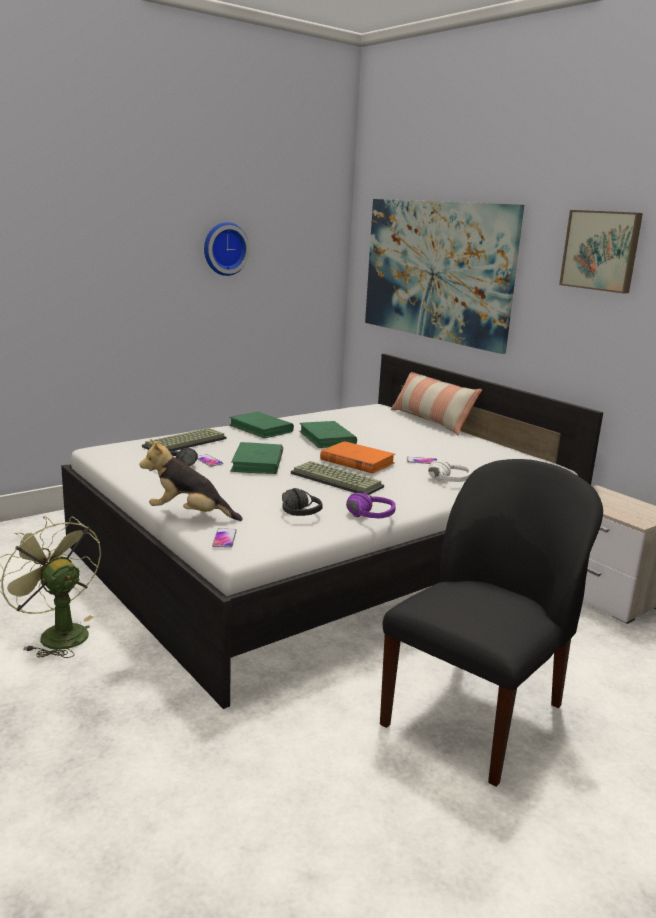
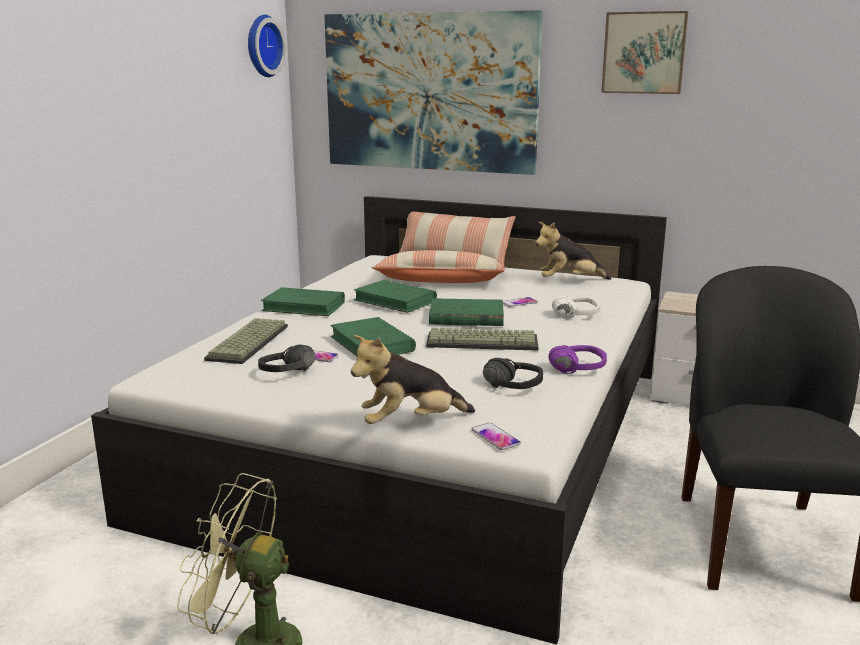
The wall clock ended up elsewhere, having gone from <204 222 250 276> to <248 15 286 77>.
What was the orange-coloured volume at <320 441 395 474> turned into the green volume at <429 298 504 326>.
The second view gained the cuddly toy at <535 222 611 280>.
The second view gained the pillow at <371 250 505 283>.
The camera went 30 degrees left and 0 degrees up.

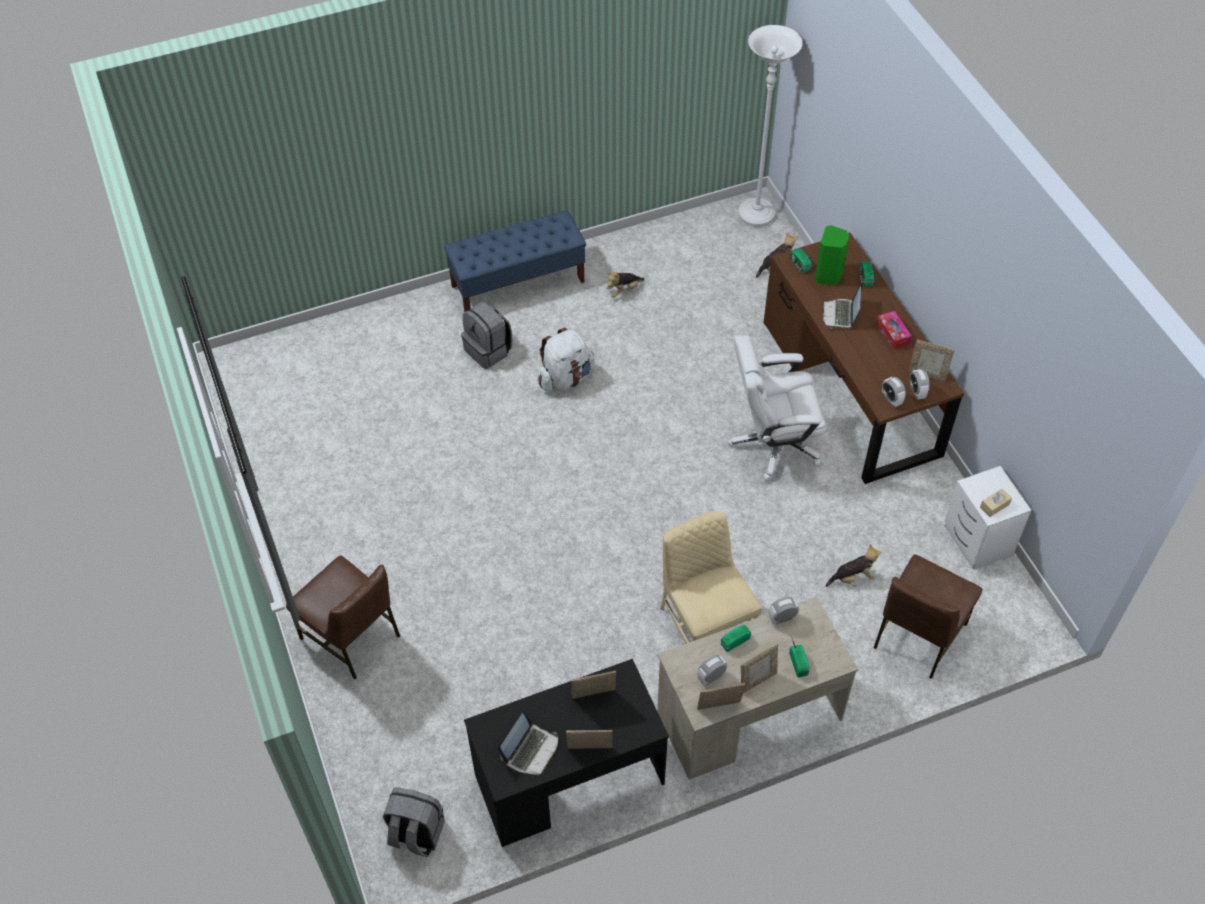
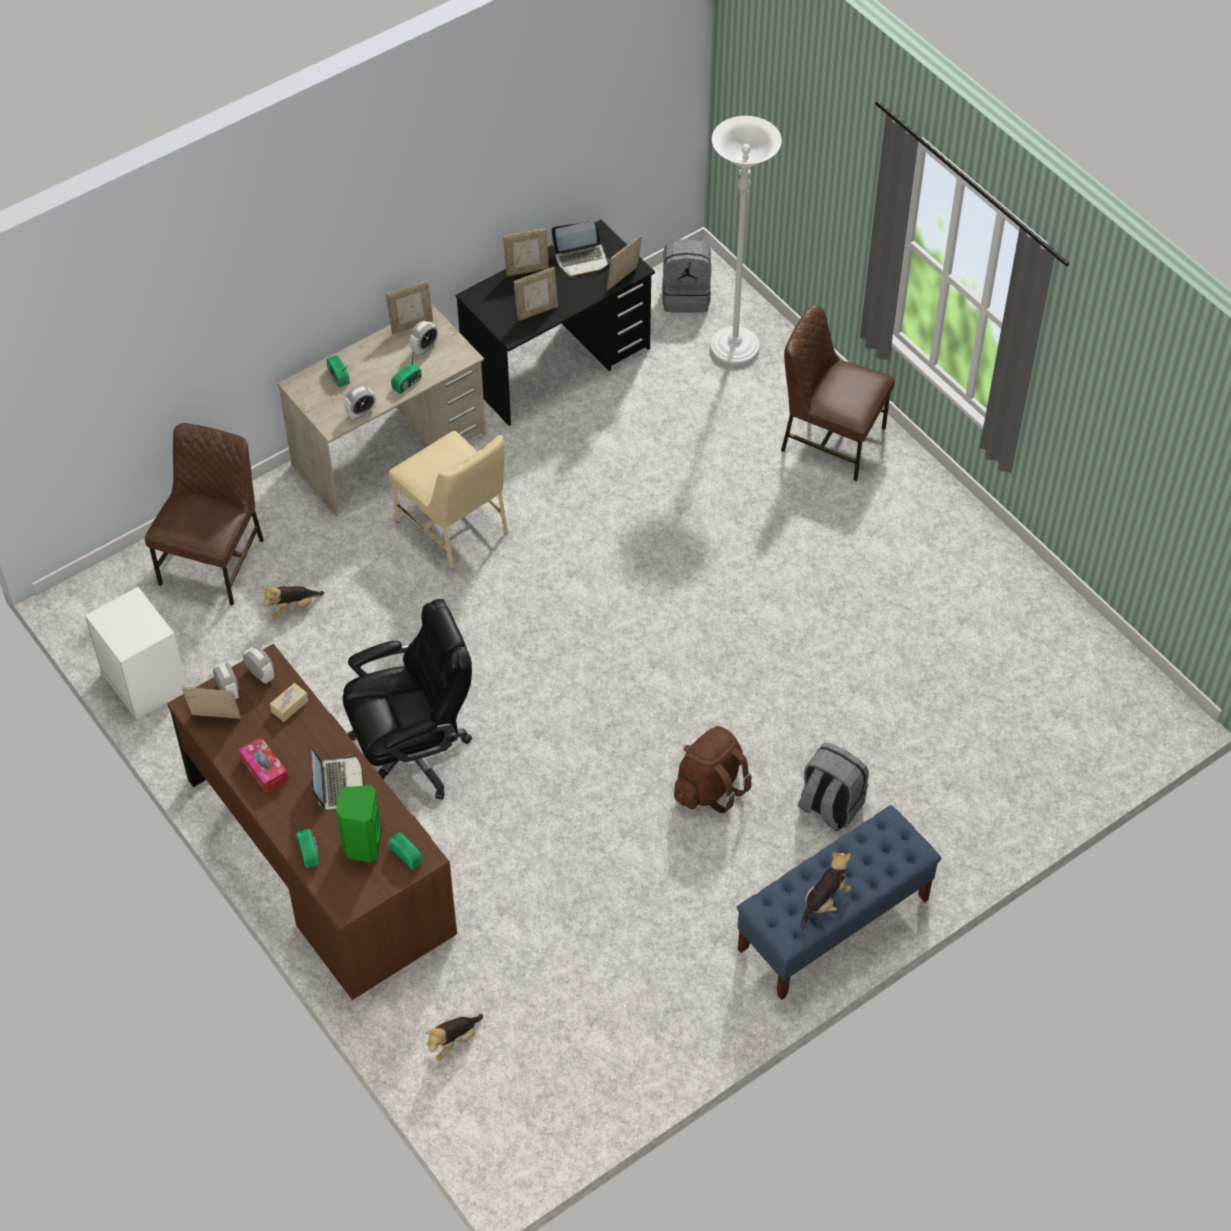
The white-coloured floor lamp ended up elsewhere, having gone from <738 25 803 227> to <710 116 782 366>.
The cuddly toy ended up elsewhere, having gone from <606 272 644 298> to <801 852 851 929>.
What was the white-coloured backpack at <537 328 595 392> turned into the brown-coloured backpack at <674 726 752 814>.
What was the white-coloured desk chair at <727 335 826 481> turned into the black desk chair at <343 599 472 800>.
The sand-coloured tissue holder ended up elsewhere, having gone from <980 489 1012 517> to <270 683 308 722>.
The standing frame ended up elsewhere, having gone from <741 644 778 693> to <607 235 642 290>.
The notebook computer at <498 713 558 775> ended up facing another way, 120 degrees counterclockwise from before.
The camera went 165 degrees right and 0 degrees up.

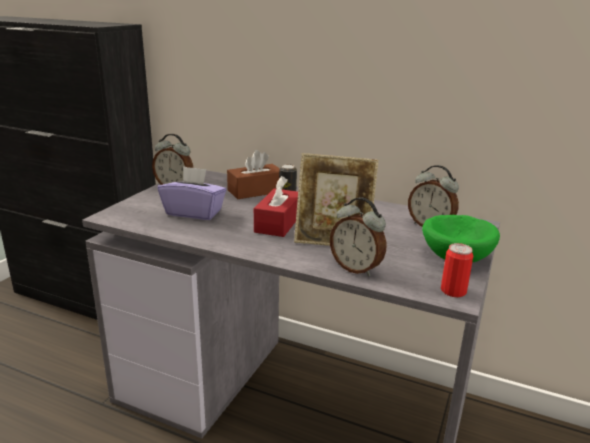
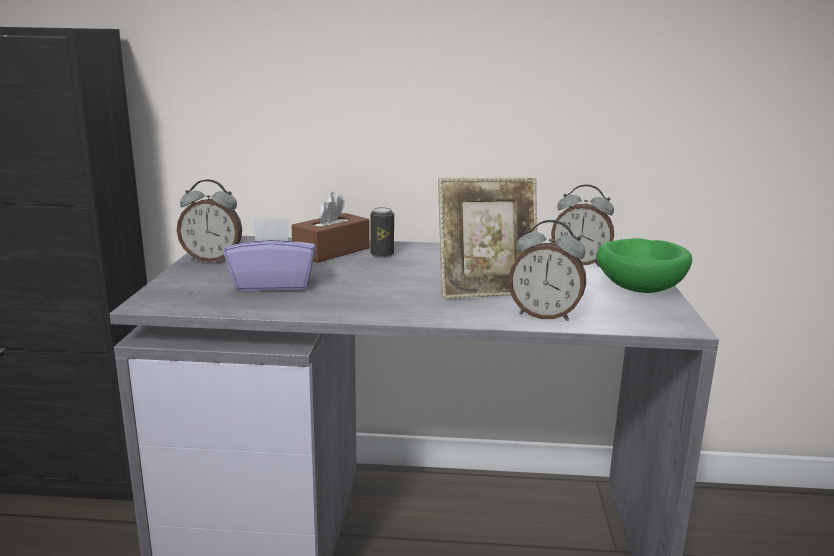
The second view lost the red-coloured tissue holder at <254 176 298 237>.
The second view lost the metal can at <441 243 473 297>.
The camera went 20 degrees left and 5 degrees down.

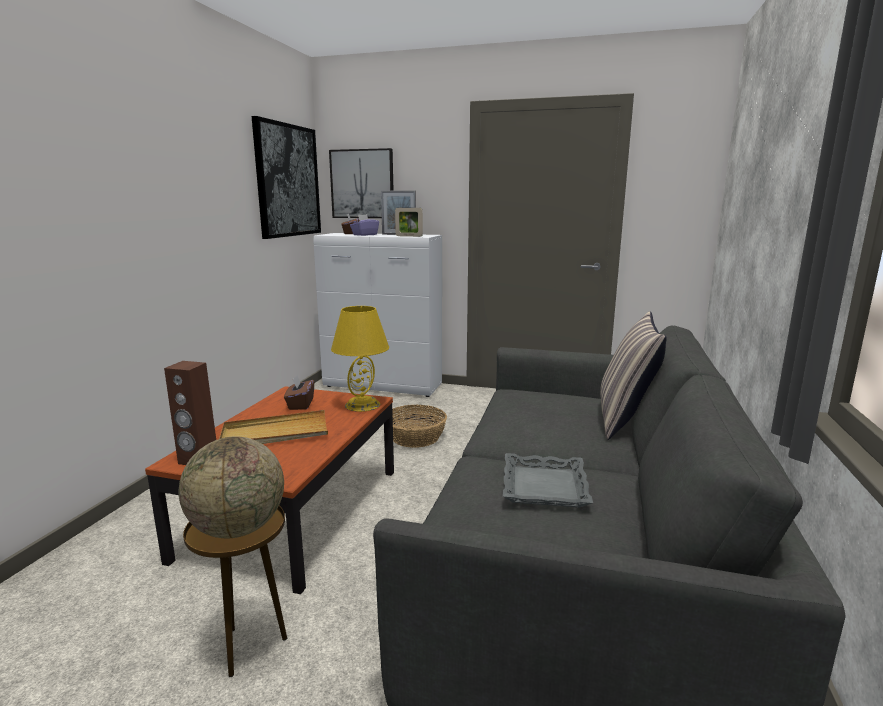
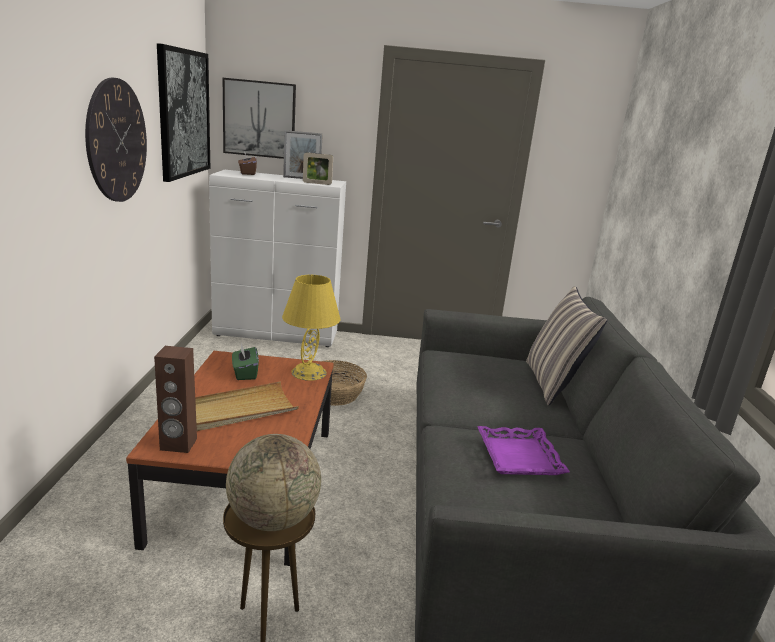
The second view lost the purplish tissue holder at <350 214 379 236>.
What was the brown-coloured tissue holder at <284 375 314 410> turned into the green tissue holder at <232 343 259 380>.
What was the grey carrying tray at <503 453 593 507> turned into the purplish carrying tray at <477 426 570 475>.
The second view gained the wall clock at <85 78 147 202>.
The camera went 15 degrees left and 5 degrees up.

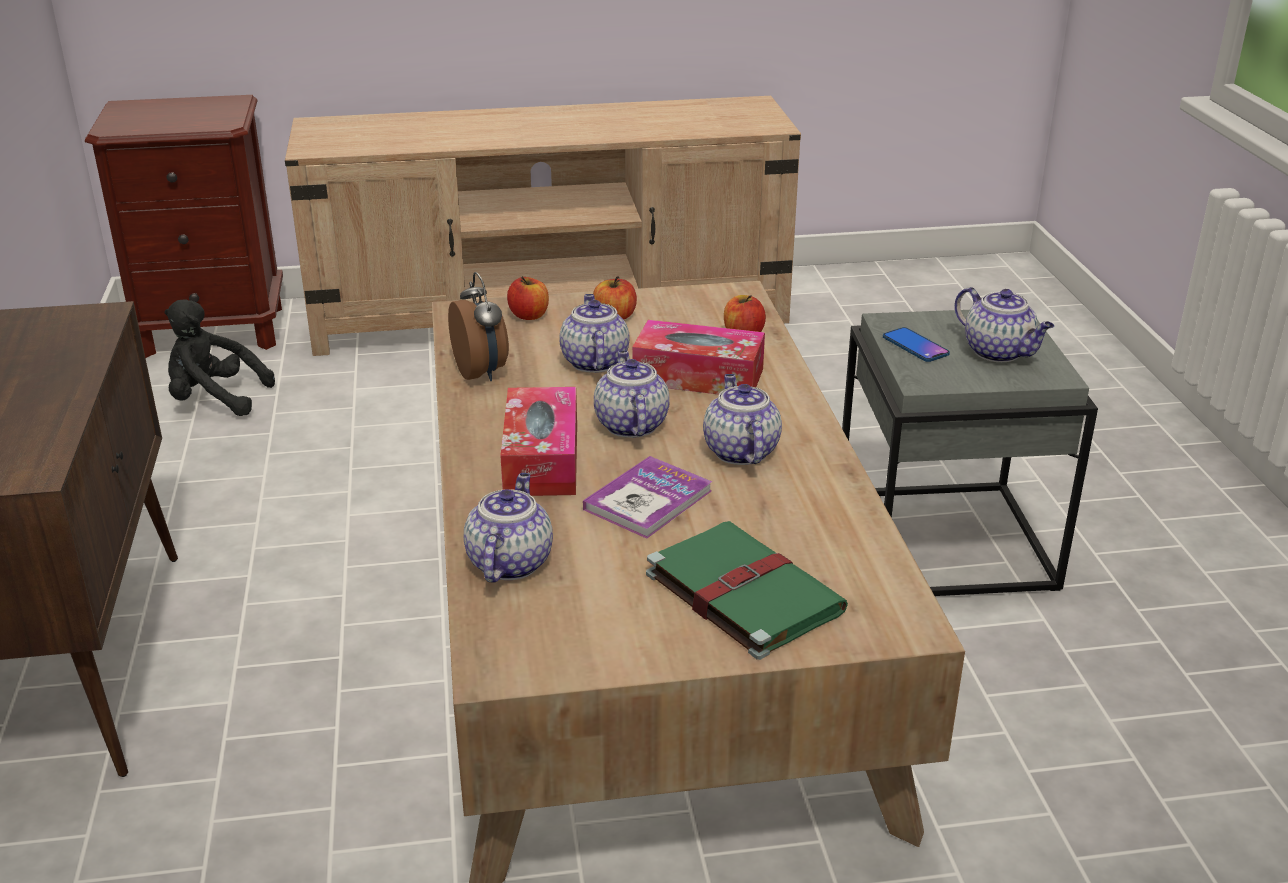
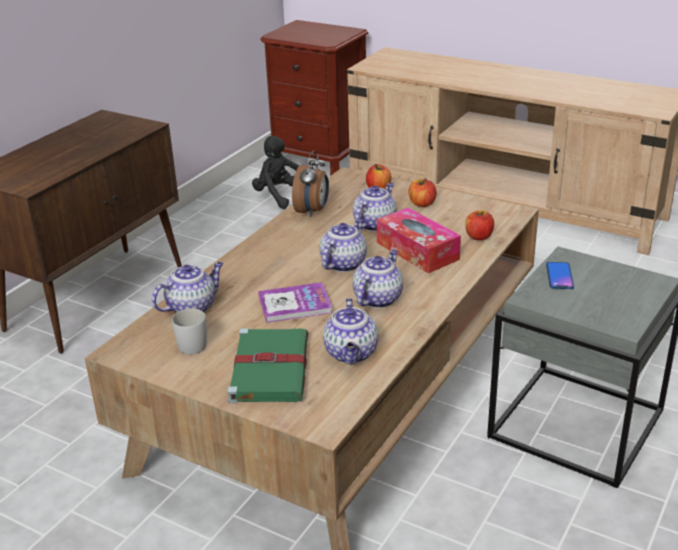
The teapot ended up elsewhere, having gone from <955 287 1054 362> to <323 298 379 364>.
The second view lost the tissue holder at <500 387 577 496>.
The second view gained the white-coloured mug at <172 309 207 355>.
The camera went 40 degrees right and 0 degrees up.

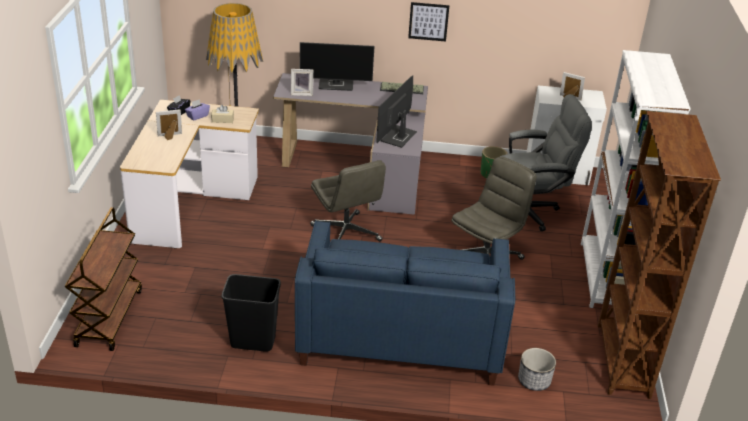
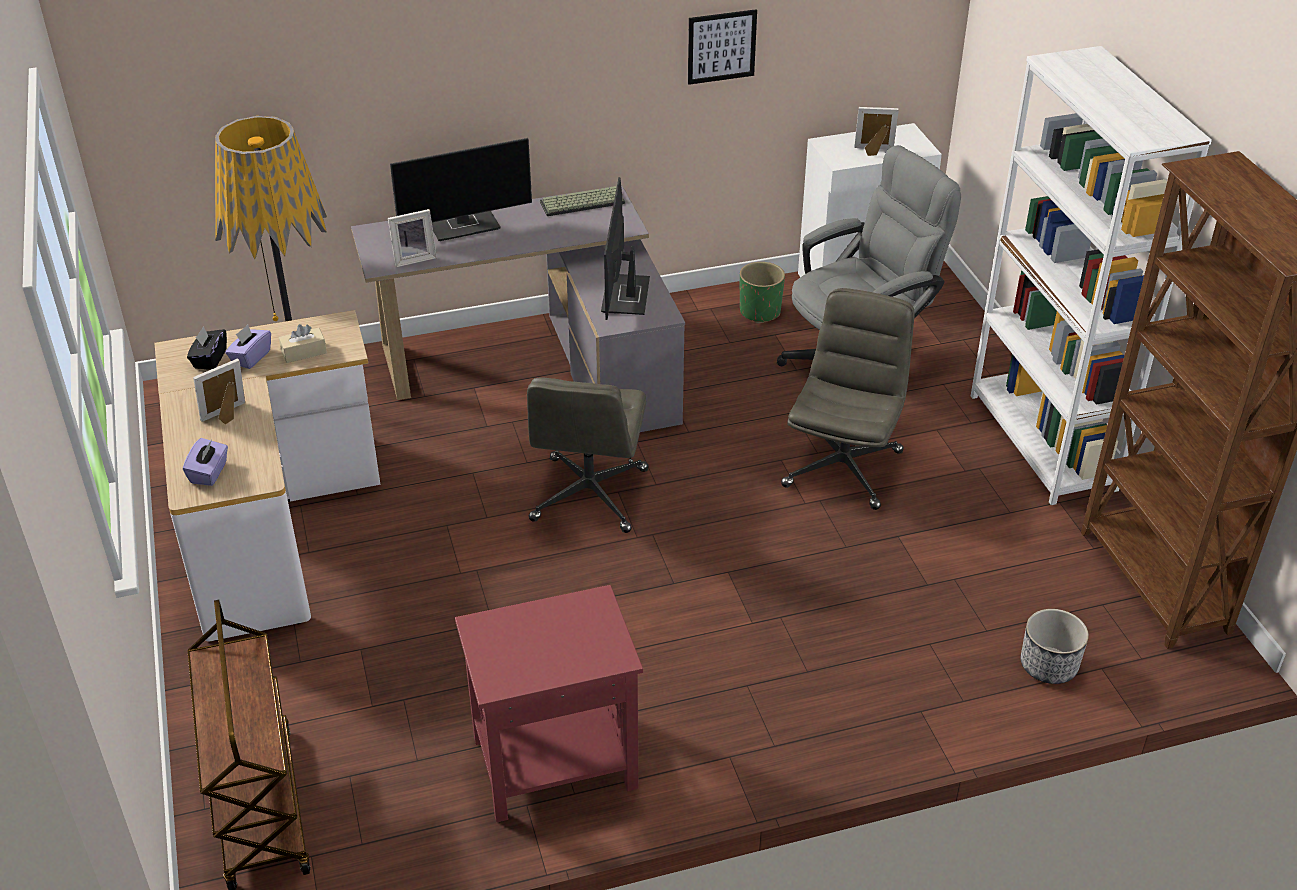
The picture ended up elsewhere, having gone from <408 2 450 42> to <688 9 757 85>.
The grey desk chair at <310 160 386 241> ended up facing another way, 60 degrees clockwise from before.
The second view lost the blue-coloured sofa at <295 221 515 386>.
Where the black rubbish bin stood at <222 274 281 352>, the red-coloured accent table came to stand at <455 585 643 822>.
The second view gained the purplish tissue holder at <183 438 228 486>.
The camera went 20 degrees left and 5 degrees up.

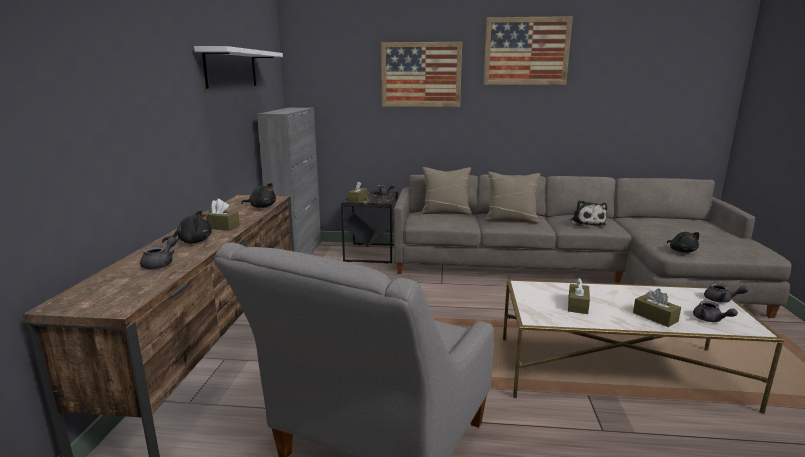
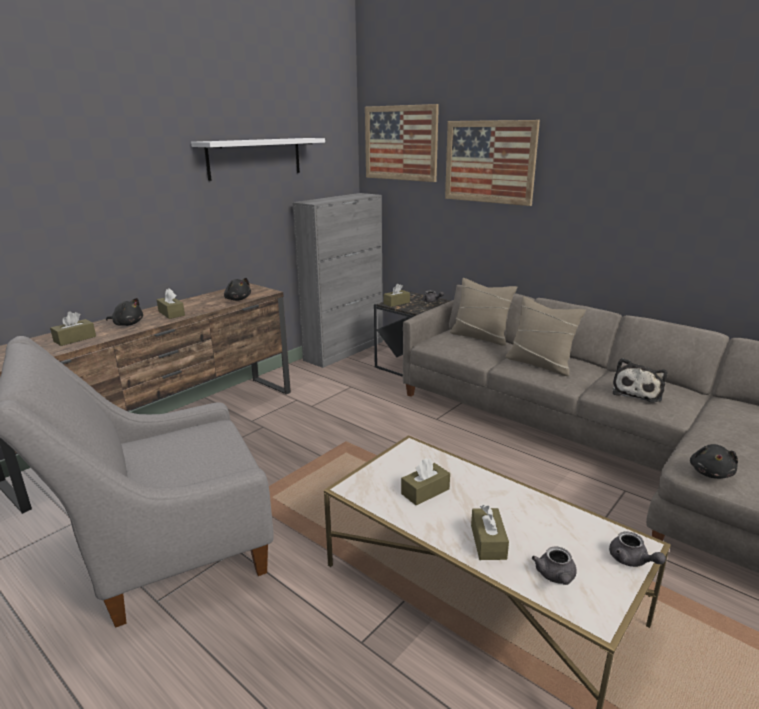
The picture ended up elsewhere, having gone from <483 16 573 85> to <365 104 439 182>.
Where the grey teapot stood at <140 237 177 269>, the brown-coloured tissue holder came to stand at <50 311 96 346>.
The camera went 35 degrees right and 5 degrees up.

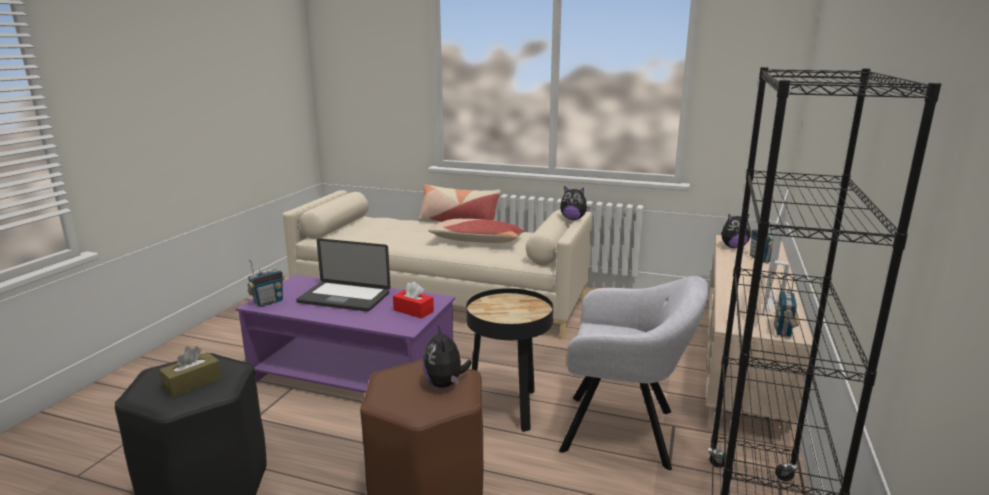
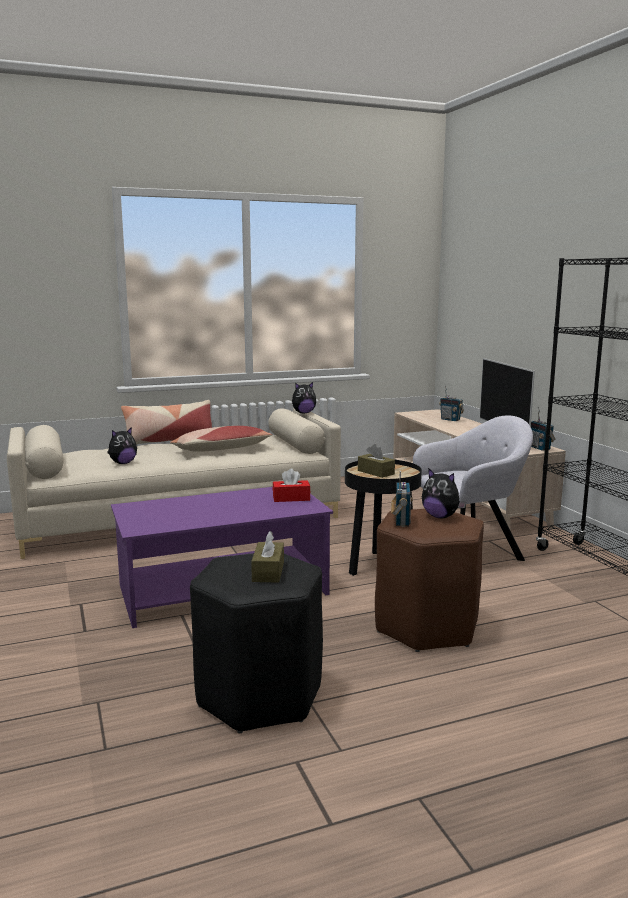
The cuddly toy ended up elsewhere, having gone from <721 214 751 248> to <107 427 137 464>.
The second view lost the notebook computer at <296 238 390 312>.
The radio ended up elsewhere, having gone from <248 259 285 307> to <391 471 413 527>.
The second view gained the brown-coloured tissue holder at <358 444 395 478>.
The camera went 40 degrees left and 5 degrees down.

